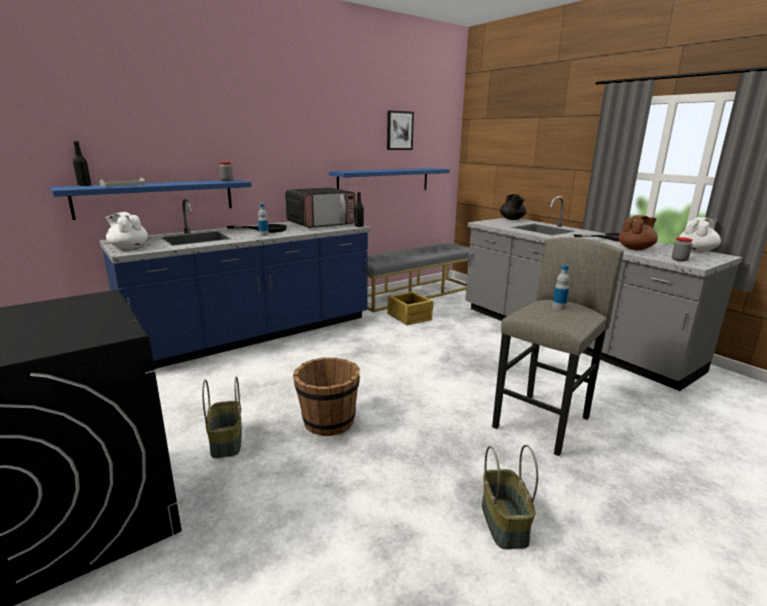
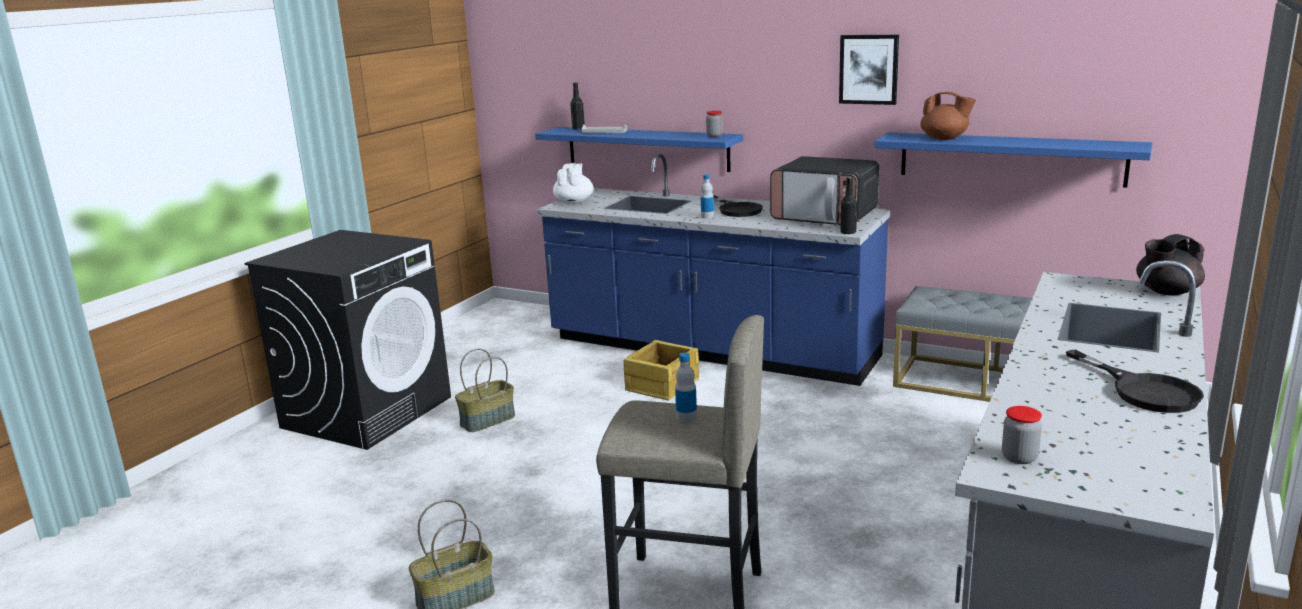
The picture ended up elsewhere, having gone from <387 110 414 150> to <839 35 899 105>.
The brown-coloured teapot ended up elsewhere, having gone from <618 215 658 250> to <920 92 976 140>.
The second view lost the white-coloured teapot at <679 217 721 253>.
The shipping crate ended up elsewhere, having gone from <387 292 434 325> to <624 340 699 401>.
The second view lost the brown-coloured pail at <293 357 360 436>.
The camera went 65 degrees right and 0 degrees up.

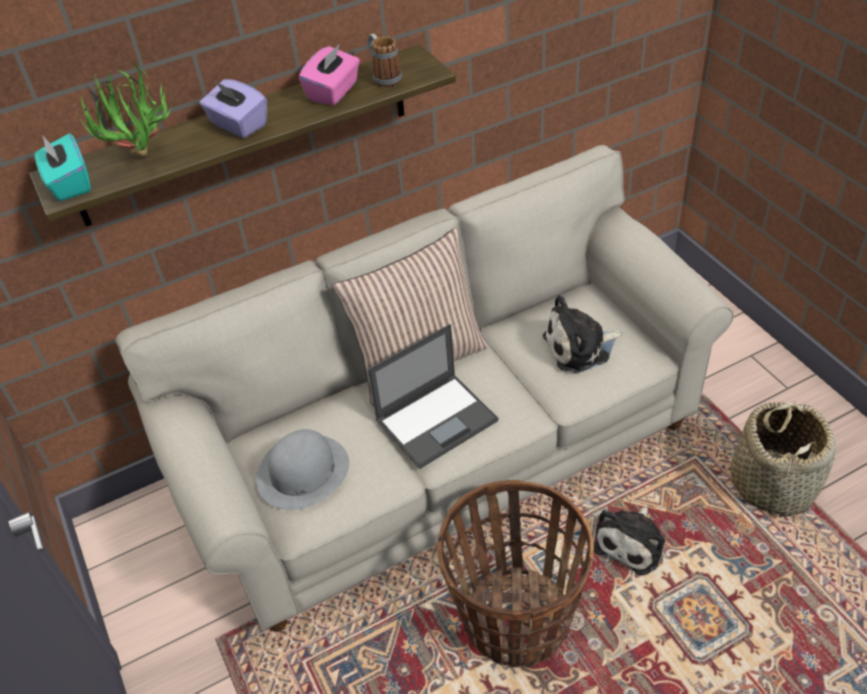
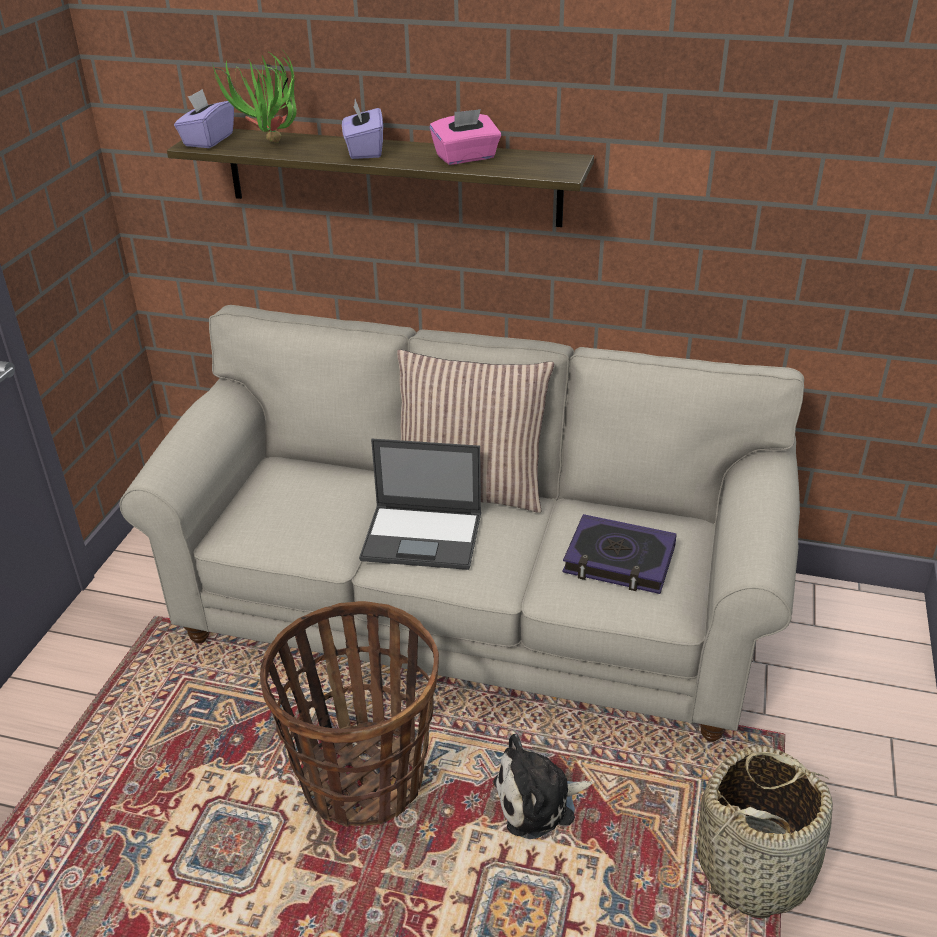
The second view lost the mug at <368 33 402 87>.
What was the blue-green tissue holder at <35 133 91 201> turned into the purplish tissue holder at <174 89 234 148>.
Where the cuddly toy stood at <543 295 623 373>, the volume came to stand at <563 514 677 594>.
The second view lost the grey hat at <256 429 349 510>.
The camera went 40 degrees right and 10 degrees down.

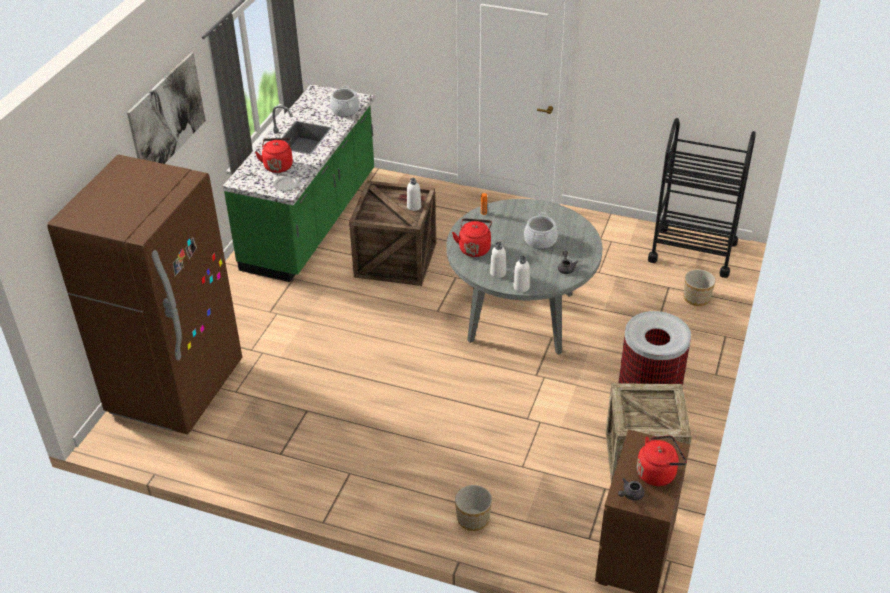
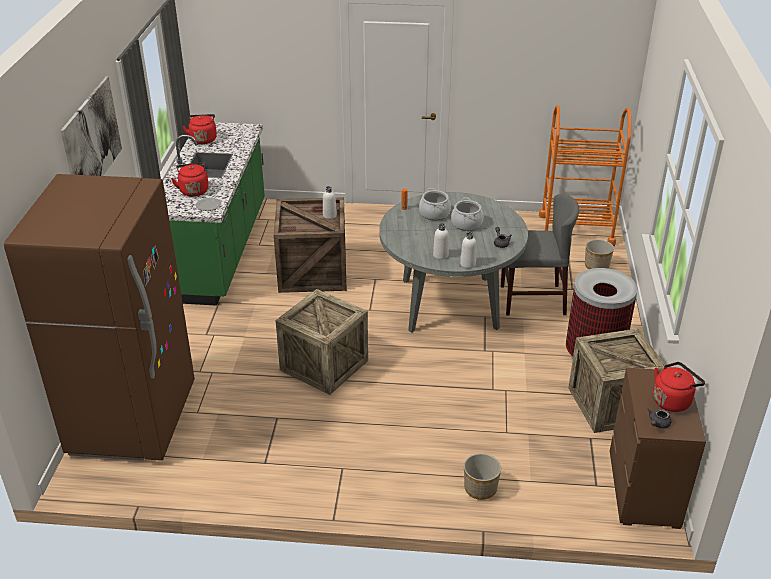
The cooking pot ended up elsewhere, having gone from <330 86 360 117> to <419 188 451 220>.
What was the black wheeled cart at <648 118 756 278> turned into the orange-coloured wheeled cart at <539 105 631 246>.
The red-coloured kettle ended up elsewhere, having gone from <452 218 492 257> to <182 114 217 144>.
The second view gained the grey chair at <501 194 579 315>.
The second view gained the shipping crate at <275 289 368 395>.
The camera went 15 degrees left and 5 degrees down.

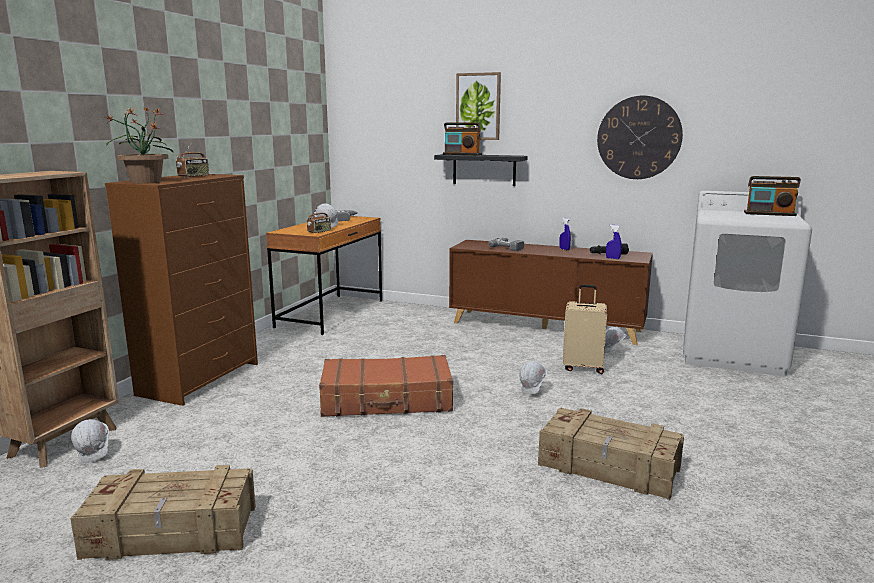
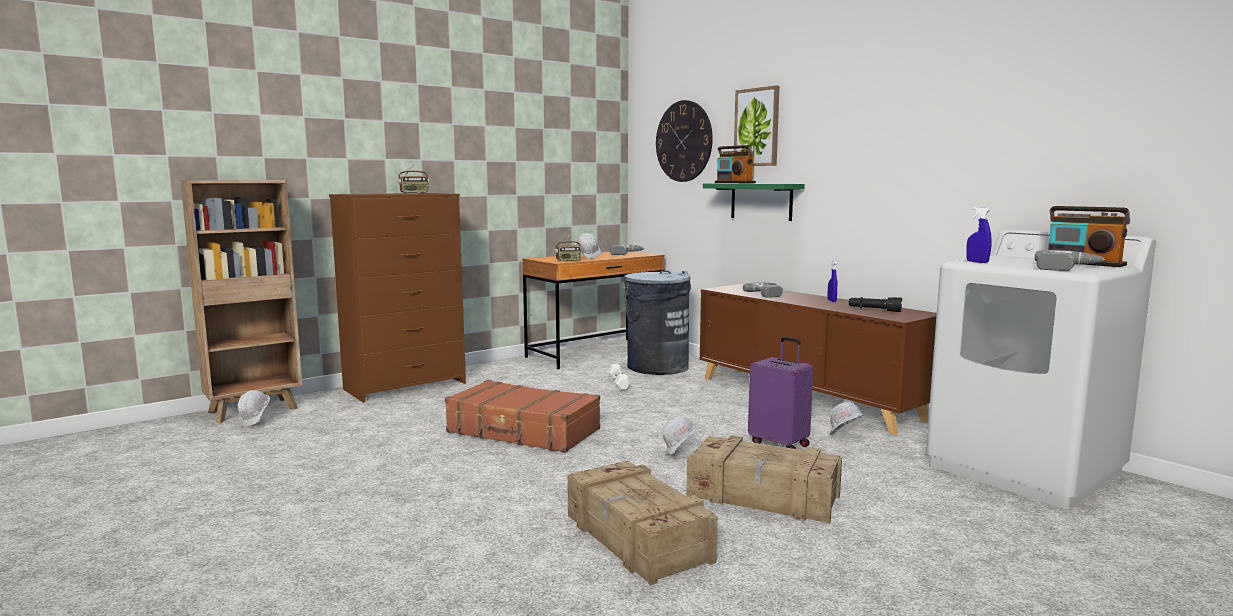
The wall clock ended up elsewhere, having gone from <597 96 683 179> to <656 100 713 182>.
The second view lost the potted plant at <106 107 173 183>.
What was the black bracket shelf at <434 154 527 186> turned into the green bracket shelf at <703 183 805 221>.
The blue-coloured sprayer ended up elsewhere, having gone from <606 225 622 259> to <966 207 992 263>.
What was the sand-coloured suitcase at <563 285 607 374> turned into the purplish suitcase at <748 337 813 449>.
The shipping crate ended up elsewhere, having gone from <70 465 256 560> to <686 435 842 524>.
The second view gained the power drill at <1035 250 1105 271>.
The second view gained the grey rubbish bin at <624 270 691 375>.
The second view gained the white-coloured hand weight at <608 364 631 391>.
The camera went 30 degrees right and 5 degrees down.

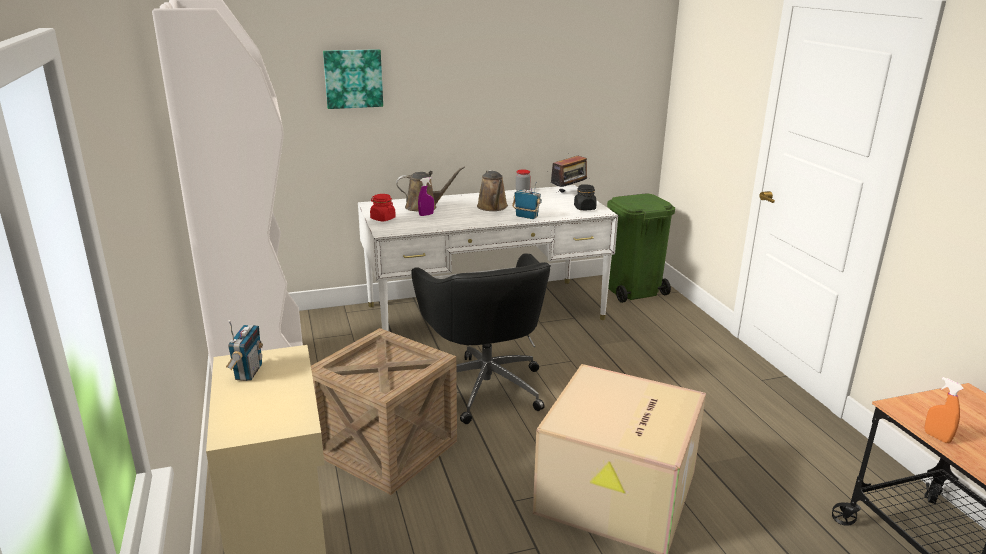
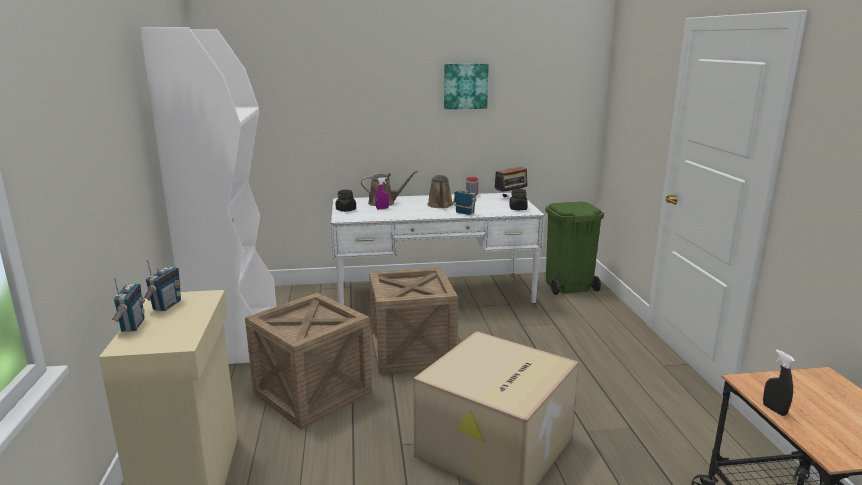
The picture ended up elsewhere, having gone from <323 49 383 109> to <444 64 489 109>.
What was the red-coloured preserve jar at <370 194 396 221> turned into the black preserve jar at <336 190 356 212>.
Where the black desk chair stood at <412 254 551 424>, the shipping crate came to stand at <369 268 458 375>.
What was the orange-coloured sprayer at <925 377 964 443> turned into the black sprayer at <763 350 795 416>.
The second view gained the radio at <112 276 145 332>.
The camera went 10 degrees right and 5 degrees down.

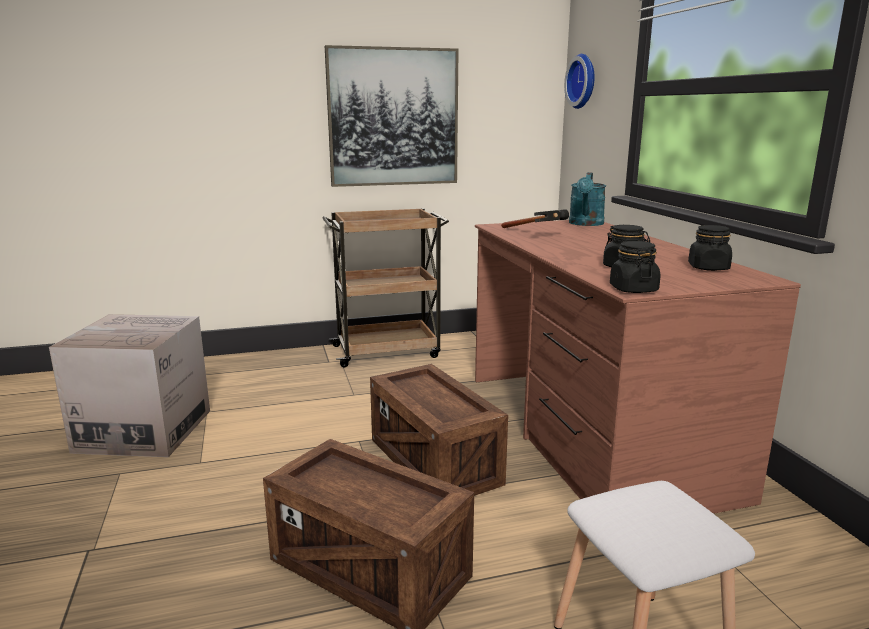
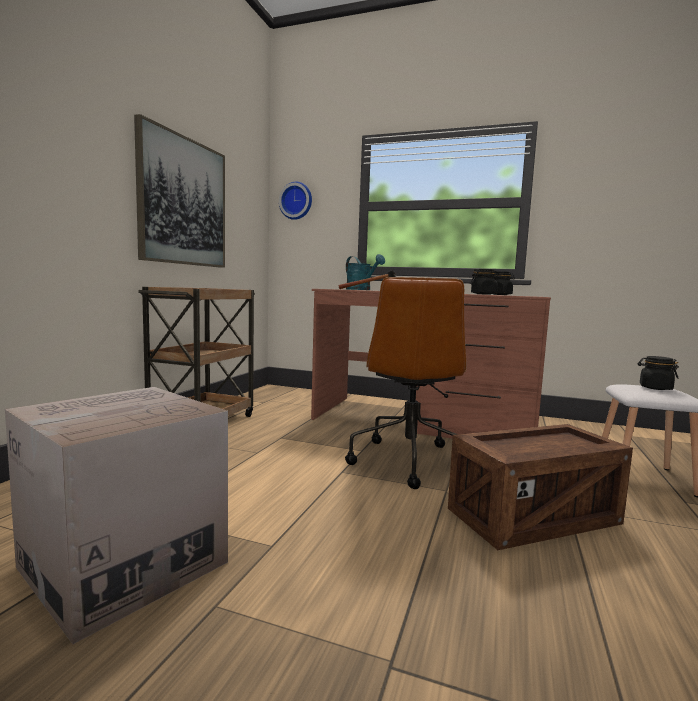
The black preserve jar ended up elsewhere, having gone from <610 241 661 293> to <638 356 679 390>.
Where the shipping crate stood at <370 364 508 496>, the brown-coloured desk chair came to stand at <345 277 467 489>.
The camera went 55 degrees left and 10 degrees down.

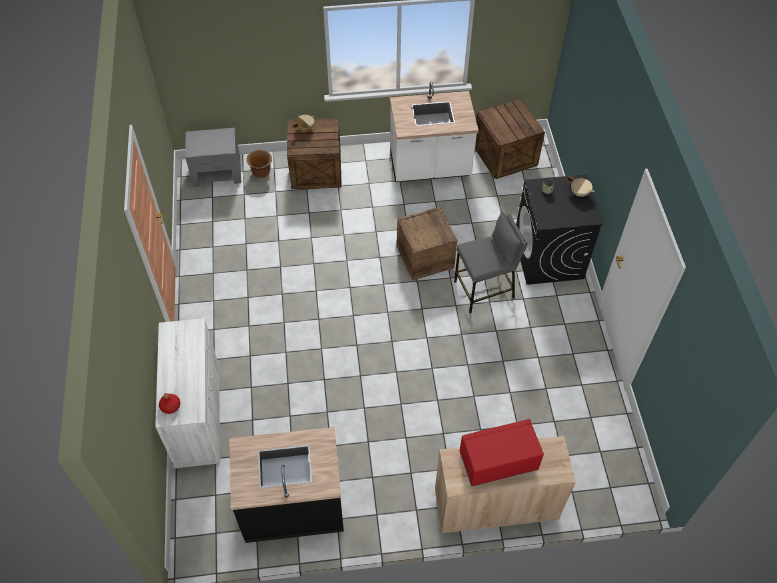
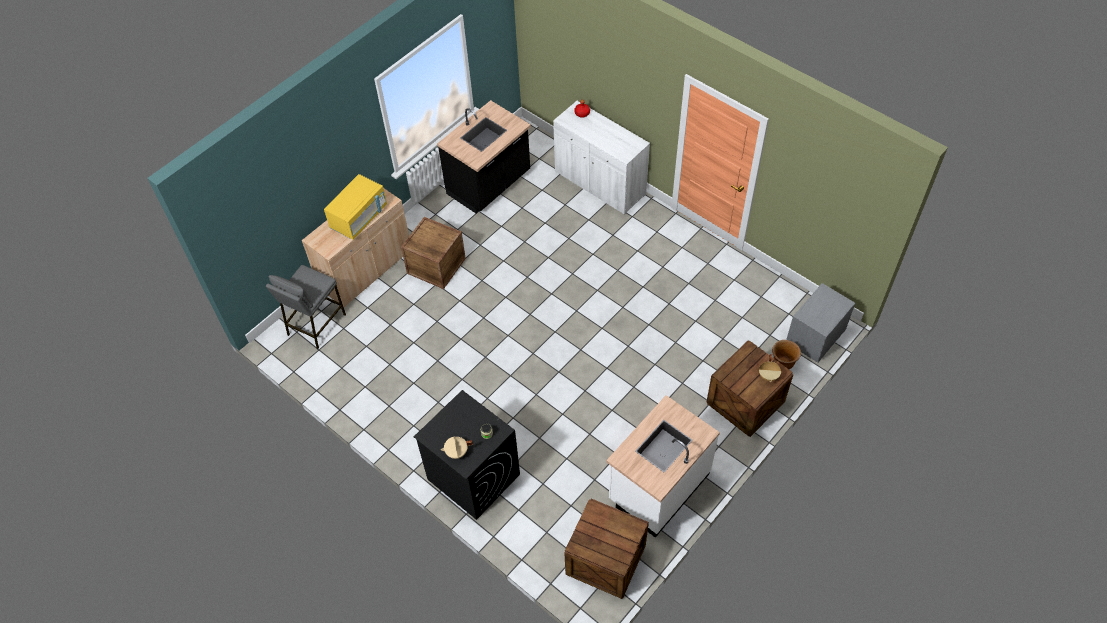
The shipping crate ended up elsewhere, having gone from <397 207 457 280> to <401 217 466 289>.
The grey stool ended up elsewhere, having gone from <454 211 527 313> to <266 265 346 349>.
What was the red-coloured microwave oven at <460 419 544 487> turned into the yellowish microwave oven at <324 174 387 240>.
The camera went 140 degrees right and 0 degrees up.

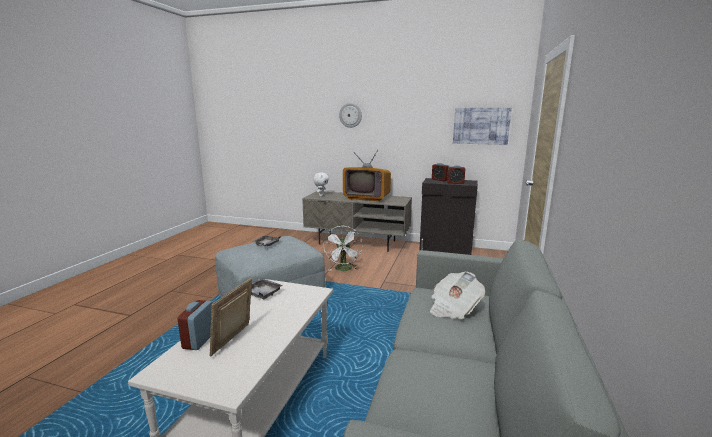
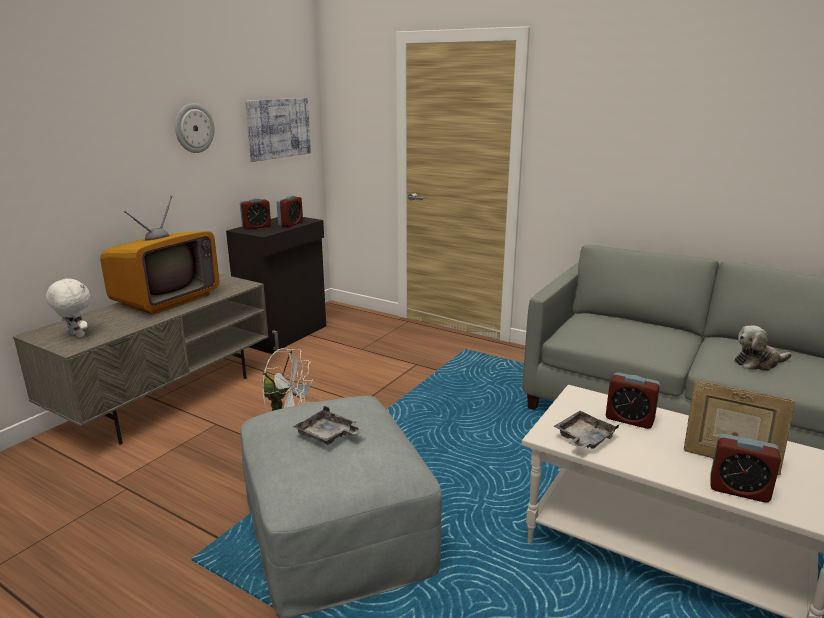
The wall clock ended up elsewhere, having gone from <339 103 362 128> to <175 103 215 153>.
The second view lost the newspaper at <430 272 485 320>.
The second view gained the cuddly toy at <735 325 792 371>.
The second view gained the alarm clock at <606 372 660 429>.
The camera went 75 degrees left and 5 degrees up.

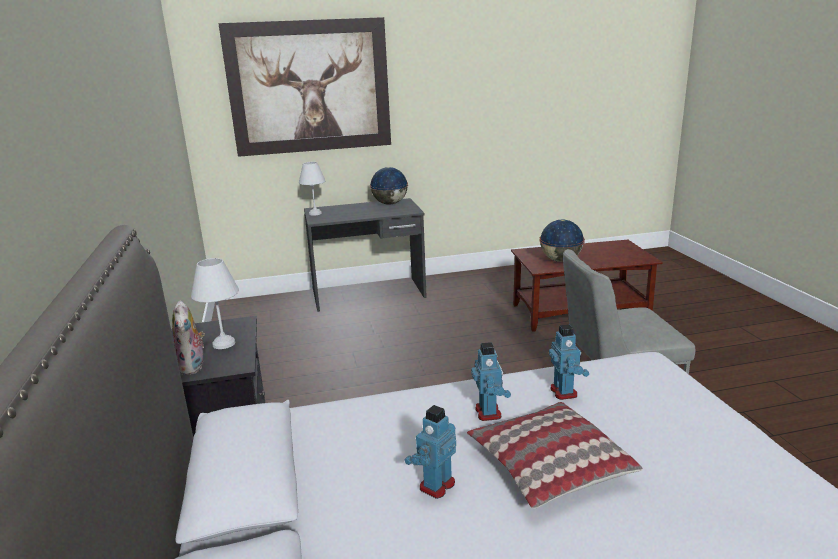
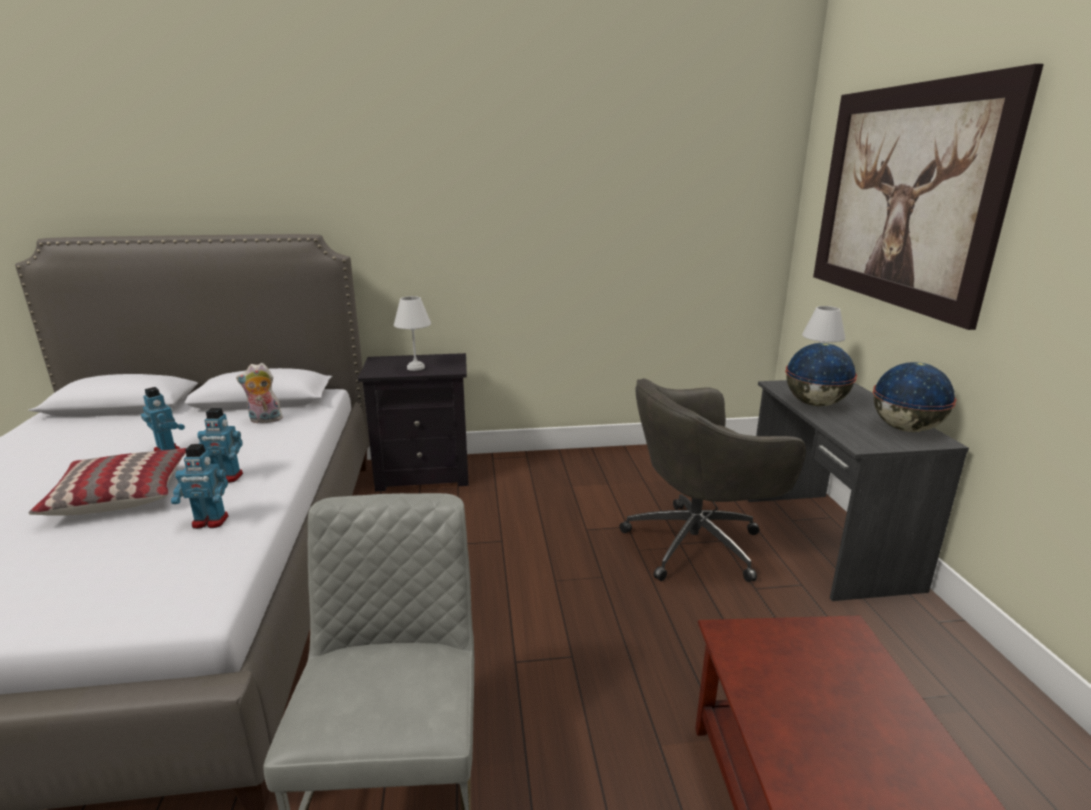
The globe ended up elsewhere, having gone from <539 220 585 262> to <785 343 857 407>.
The cuddly toy ended up elsewhere, having gone from <172 300 205 375> to <236 363 284 423>.
The second view gained the grey desk chair at <620 378 806 582>.
The camera went 95 degrees right and 0 degrees up.

